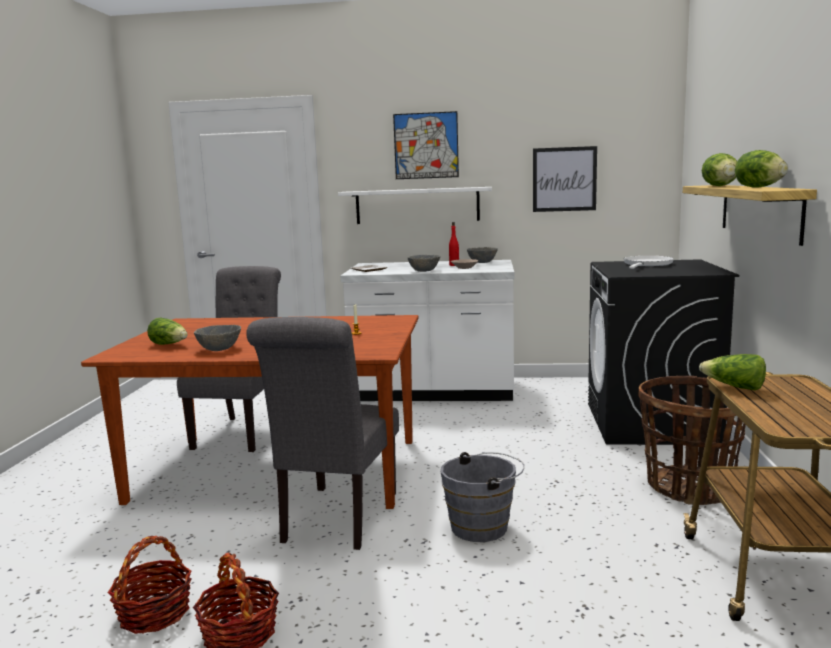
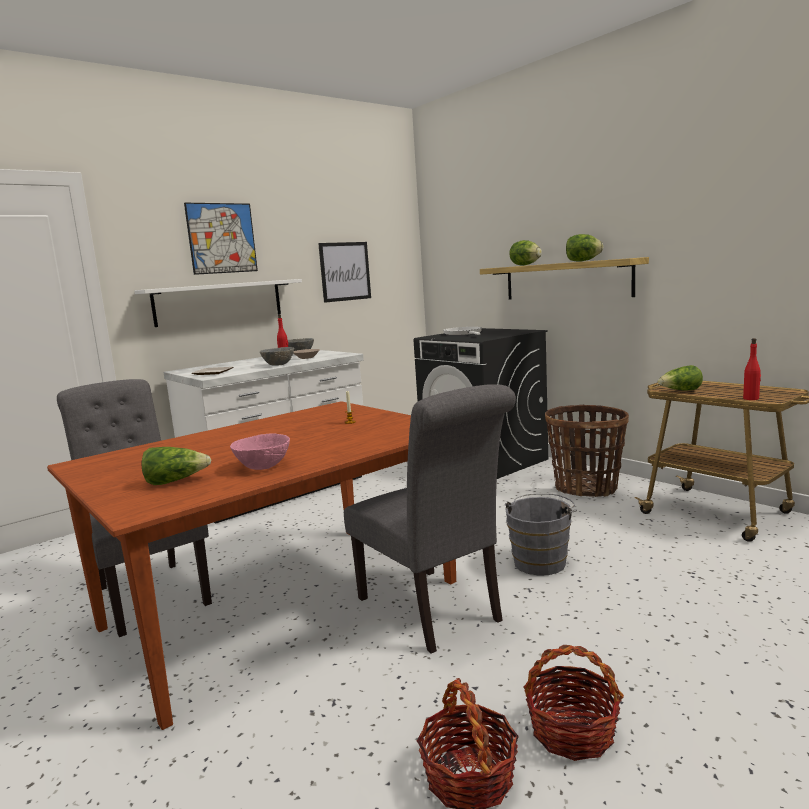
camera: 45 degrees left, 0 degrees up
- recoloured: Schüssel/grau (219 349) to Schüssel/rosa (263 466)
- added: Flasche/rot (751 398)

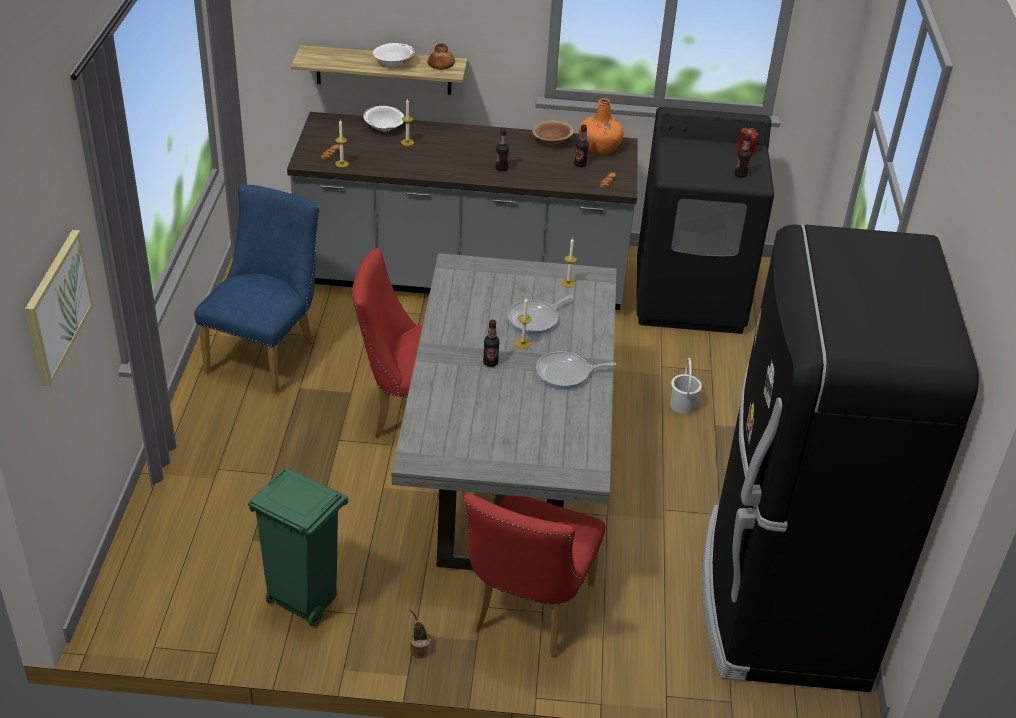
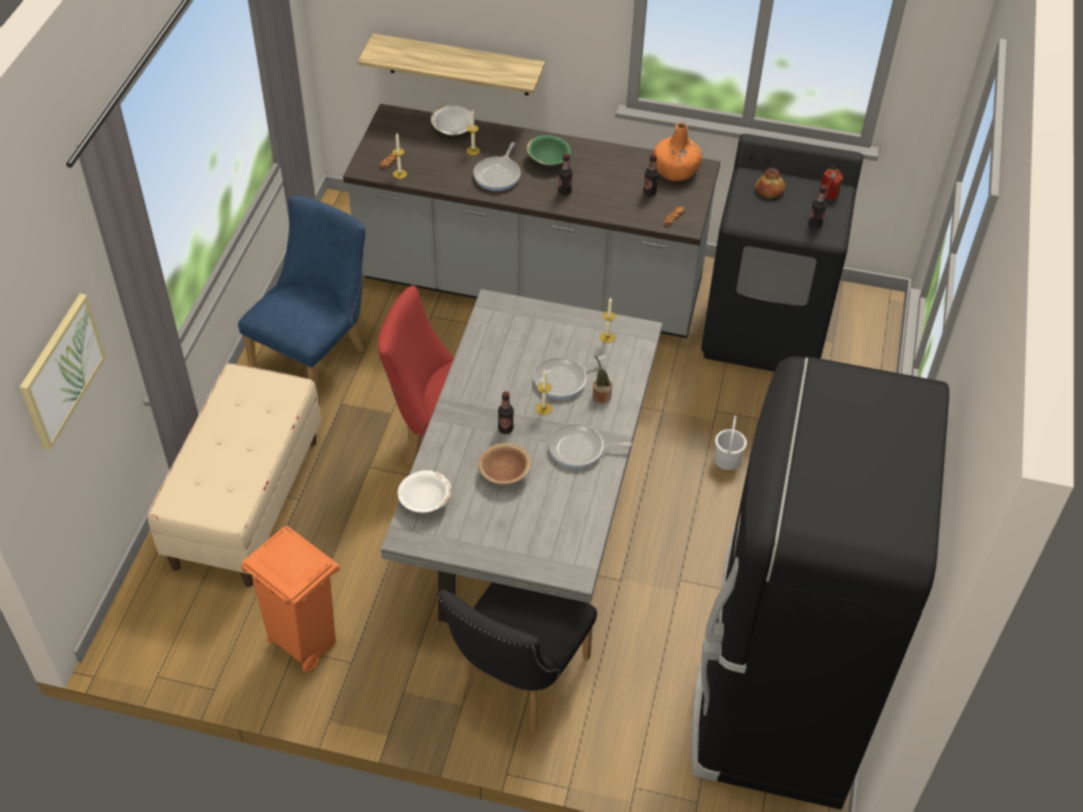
camera: 10 degrees right, 10 degrees up
- added: Bank/beige (246 502)
- recoloured: Mülleimer/grün (303 601) to Mülleimer/orange (303 643)
- moved: Schüssel/weiß (393 63) to (425 500)
- recoloured: Stuhl/rot (527 613) to Stuhl/schwarz (516 681)
- added: Pfanne (498 175)
- moved: Schüssel/braun (552 141) to (504 472)
- added: Schüssel/grün (548 160)
- moved: Topfpflanze (419 649) to (600 395)
- moved: Brot (441 65) to (770 190)

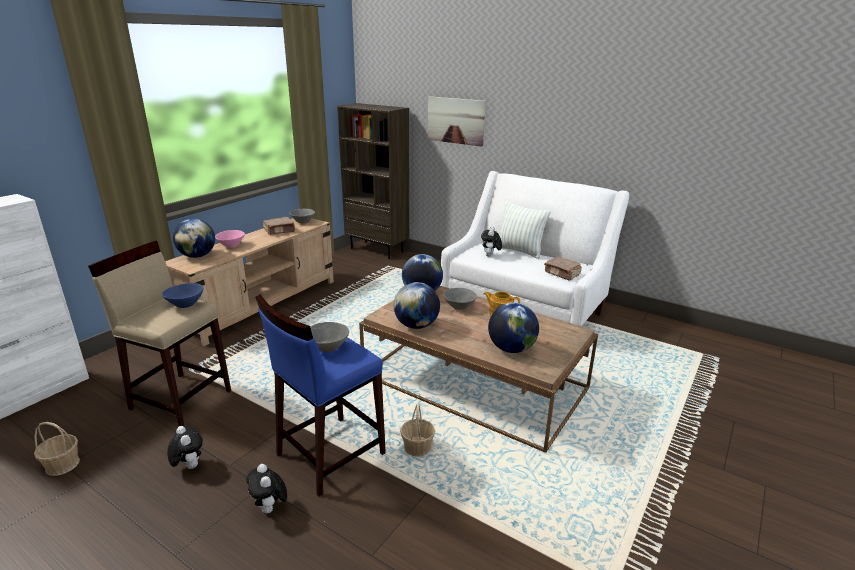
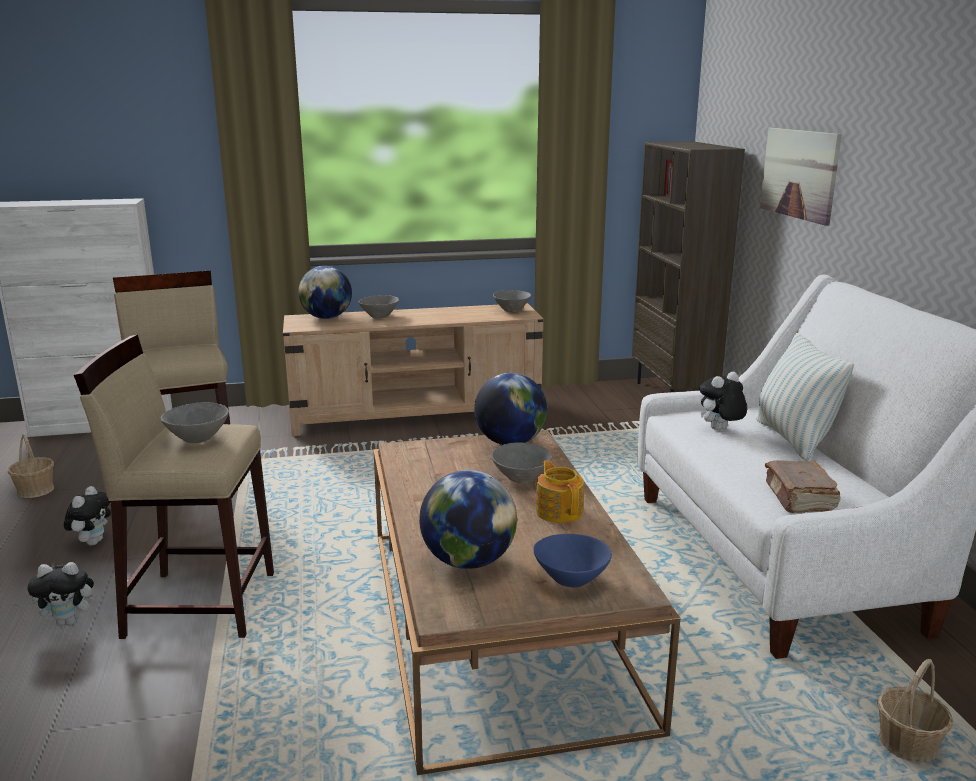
camera: 45 degrees right, 5 degrees down
- turned: Plüschtier (270 509) = (70 621) 120 degrees counterclockwise
- recoloured: Hocker/blau (329 454) to Hocker/beige (200 603)
- recoloured: Schüssel/rosa (231 246) to Schüssel/grau (378 316)
- moved: Schüssel/blau (185 304) to (570 579)
- moved: Korb (418 447) to (908 744)
- removed: Buch/braun (280 231)
- removed: Globus (416 325)

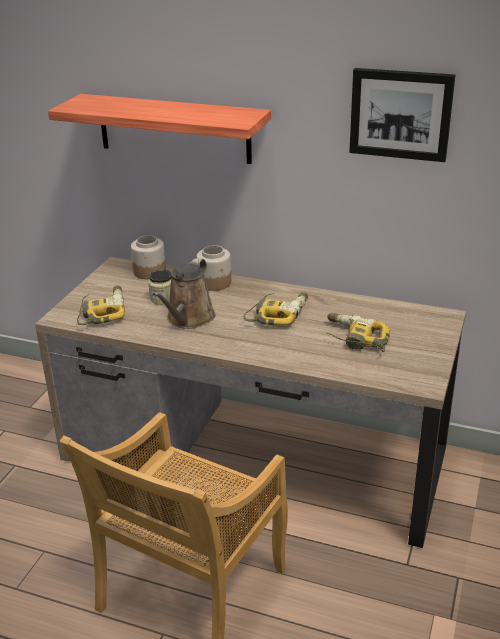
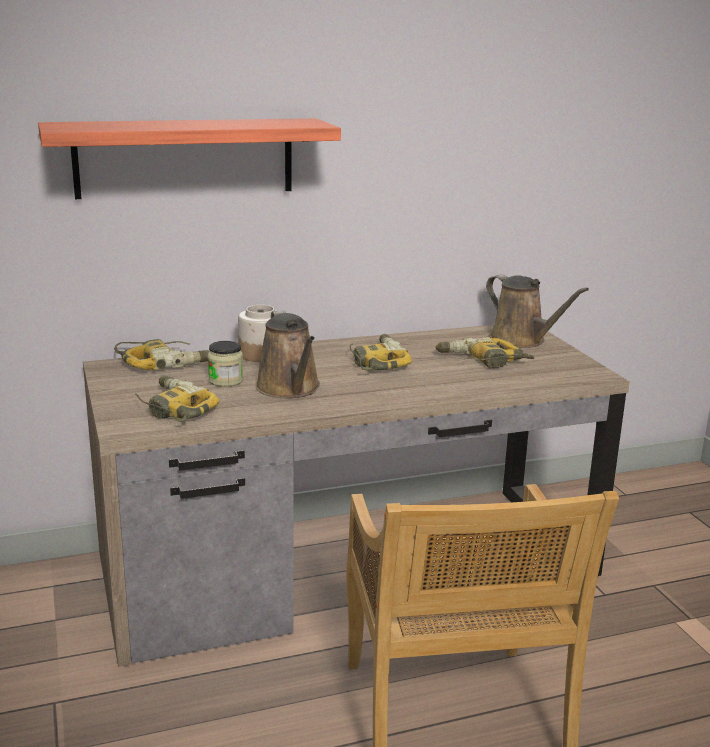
camera: 40 degrees left, 10 degrees down
- replaced: Vorratsglas (150 271) to Bohrmaschine (164 362)
- added: Gießkanne/braun (521 340)
- removed: Bild (400 114)

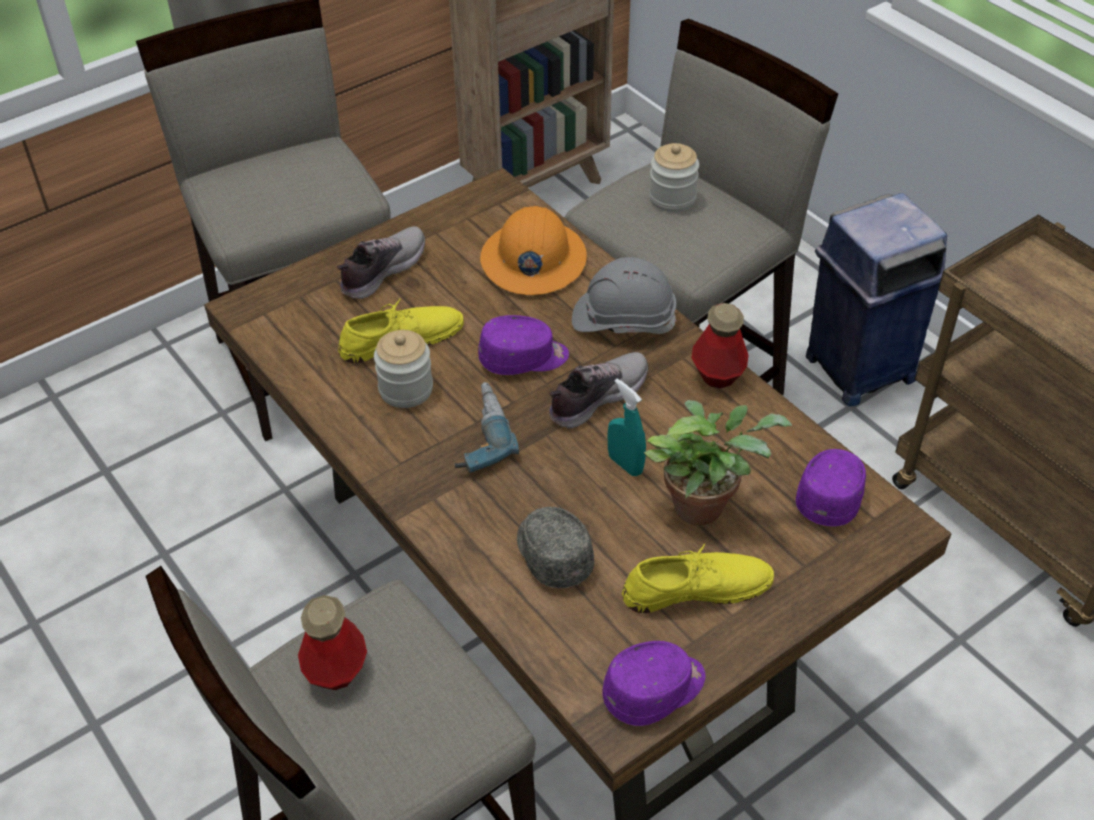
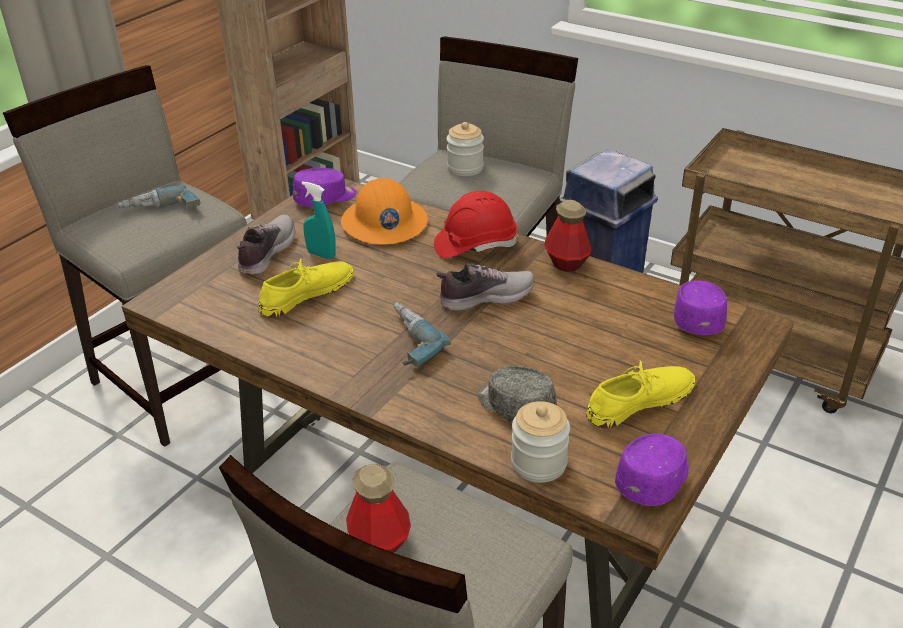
camera: 20 degrees left, 10 degrees down
- added: Bohrmaschine (160 212)
- moved: Kappe/lila (524 358) to (325 199)
- moved: Sprühflasche/türkis (625 464) to (321 255)
- recoloured: Schutzhelm/grau (623 319) to Schutzhelm/rot (475 244)
- turned: Schuh (596 397) = (485 297) 45 degrees clockwise
- moved: Vorratsglas (406 389) to (538 463)
- removed: Topfpflanze (704 504)

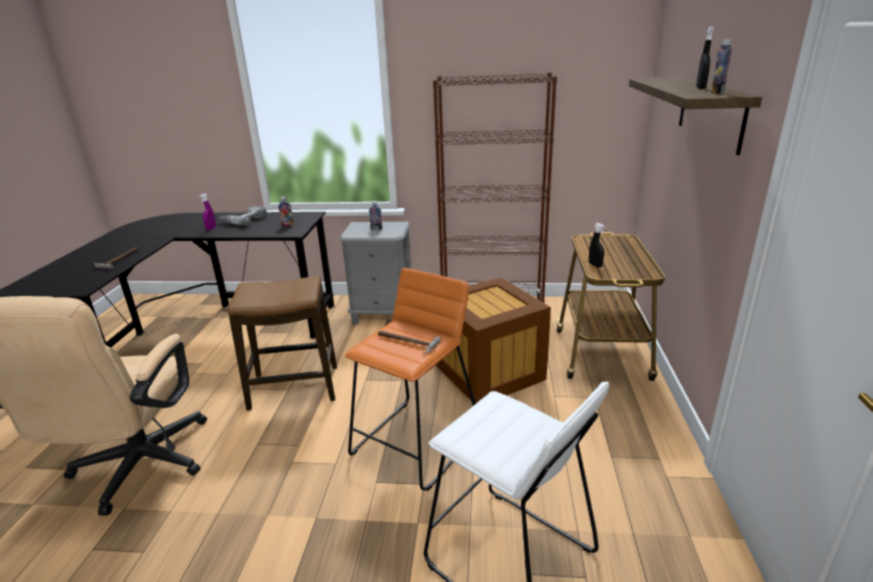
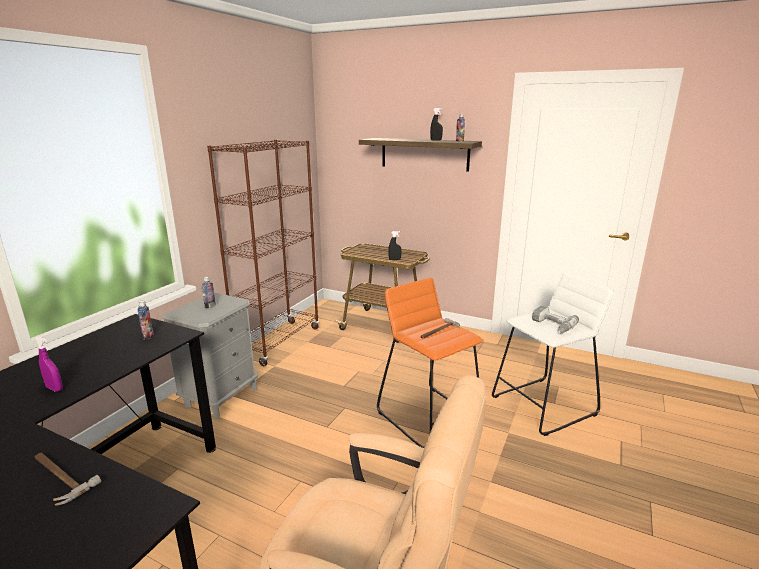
camera: 70 degrees left, 5 degrees down
- moved: Bohrmaschine (244 220) to (551 325)
- removed: Hocker (294 388)
- removed: Kiste (489 372)

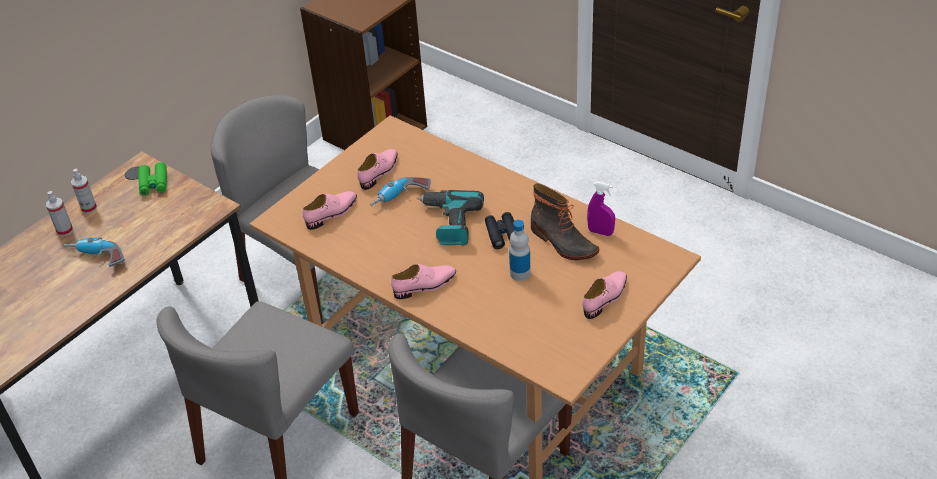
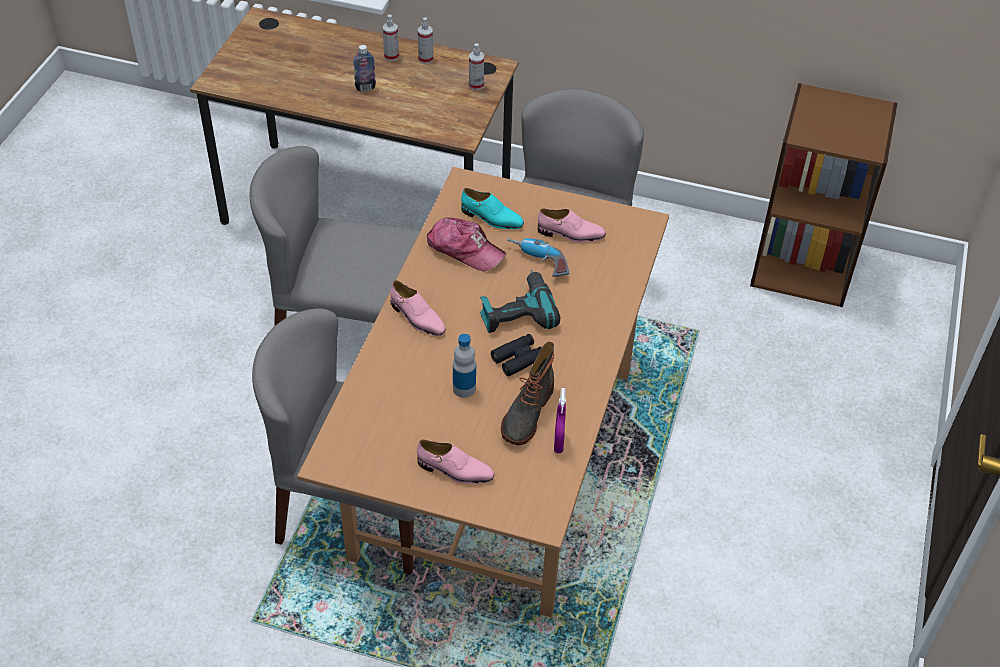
camera: 65 degrees right, 5 degrees up
- replaced: Bohrmaschine (96 258) to Flasche (365 87)
- added: Kappe (465 249)
- recoloured: Schuh/rosa (332 213) to Schuh/türkis (492 218)
- replaced: Fernglas/grün (154 183) to Sprühflasche (476 85)

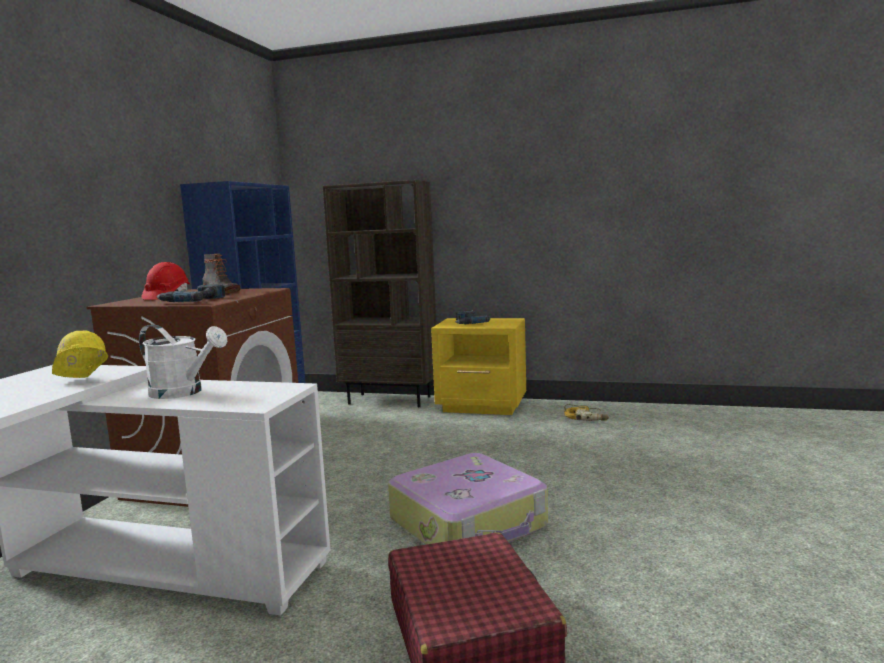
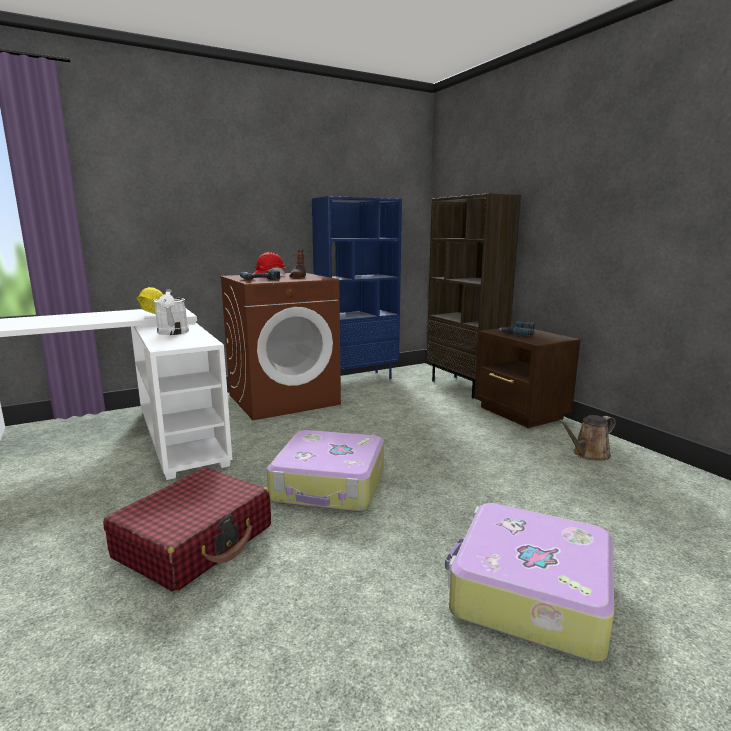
camera: 45 degrees right, 5 degrees up
- added: Koffer (528 593)
- recoloured: Nachttisch/gelb (483 406) to Nachttisch/braun (520 413)
- replaced: Bohrmaschine (585 418) to Gießkanne/braun (588 454)

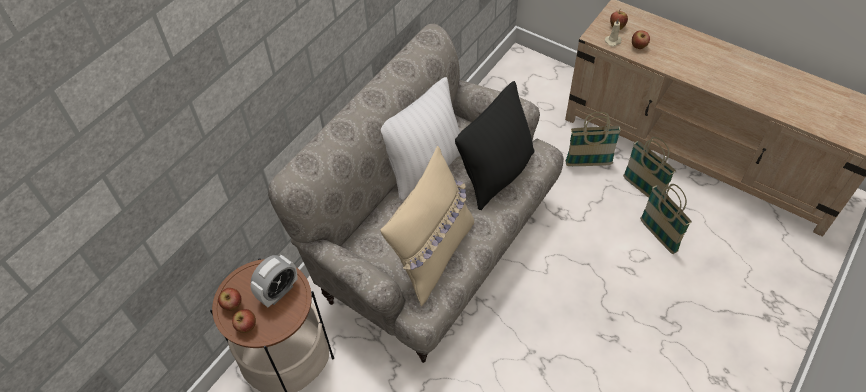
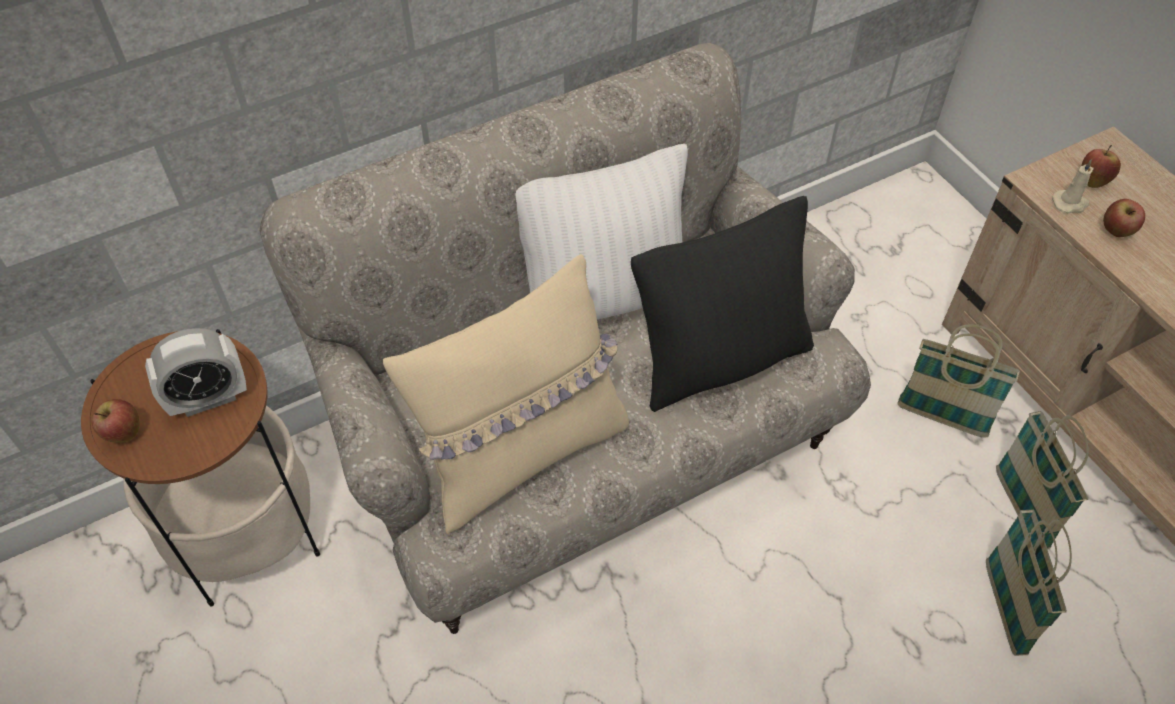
camera: 25 degrees right, 0 degrees up
- removed: Apfel (232 305)

